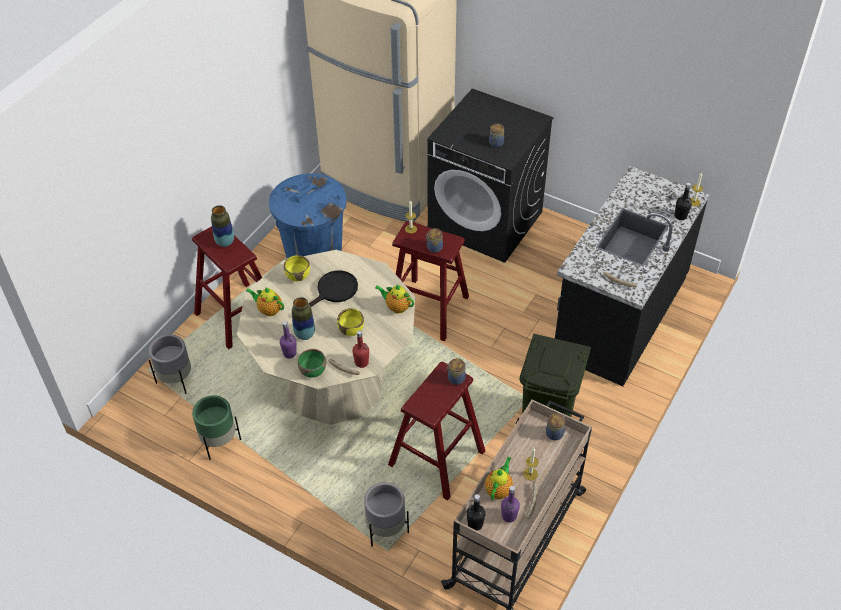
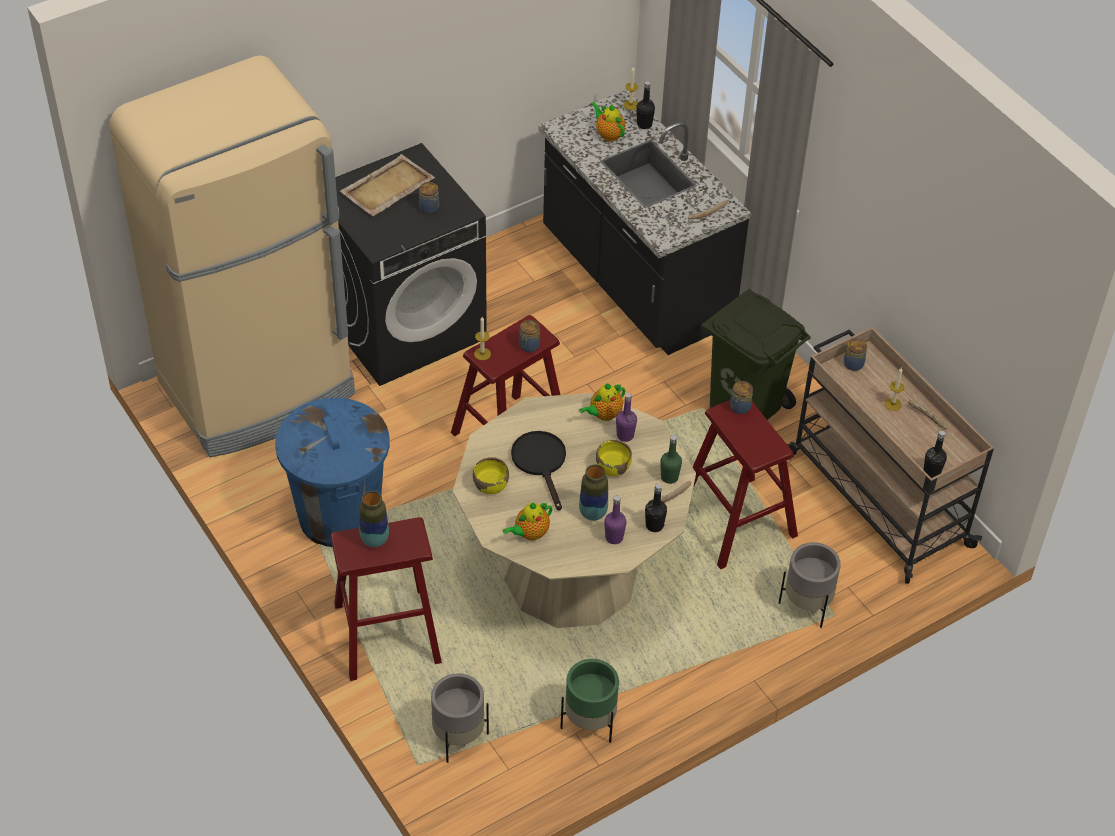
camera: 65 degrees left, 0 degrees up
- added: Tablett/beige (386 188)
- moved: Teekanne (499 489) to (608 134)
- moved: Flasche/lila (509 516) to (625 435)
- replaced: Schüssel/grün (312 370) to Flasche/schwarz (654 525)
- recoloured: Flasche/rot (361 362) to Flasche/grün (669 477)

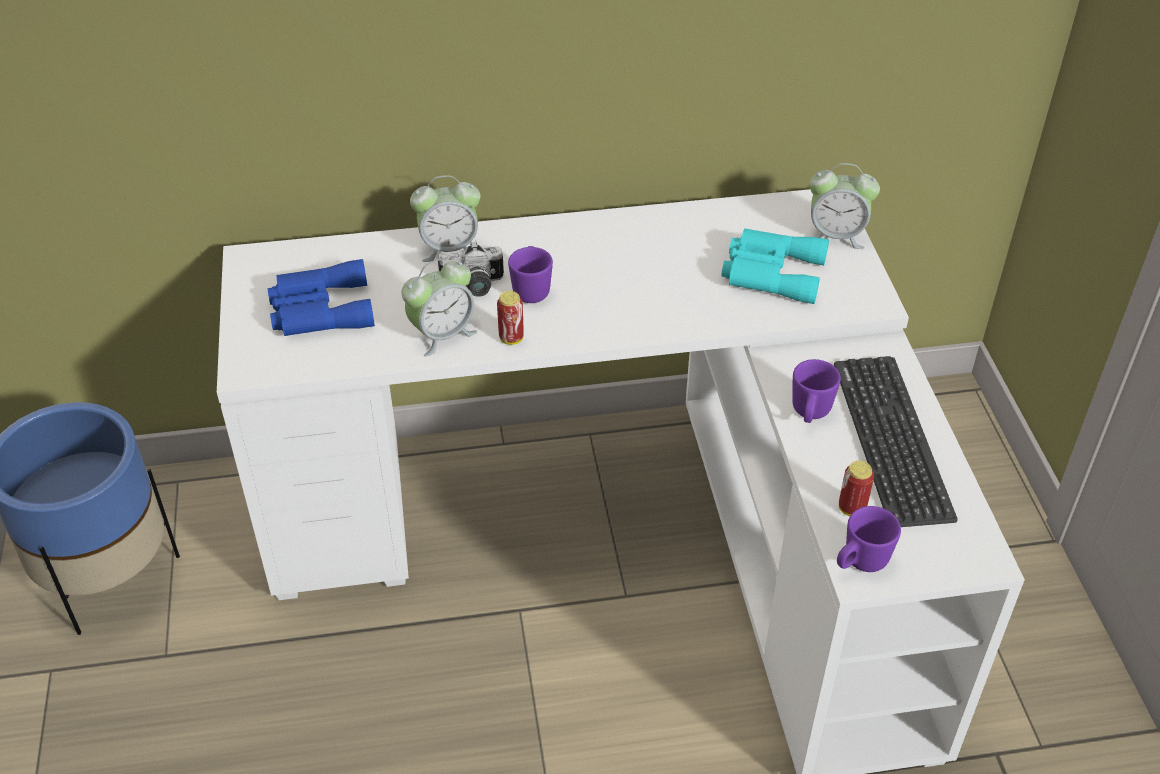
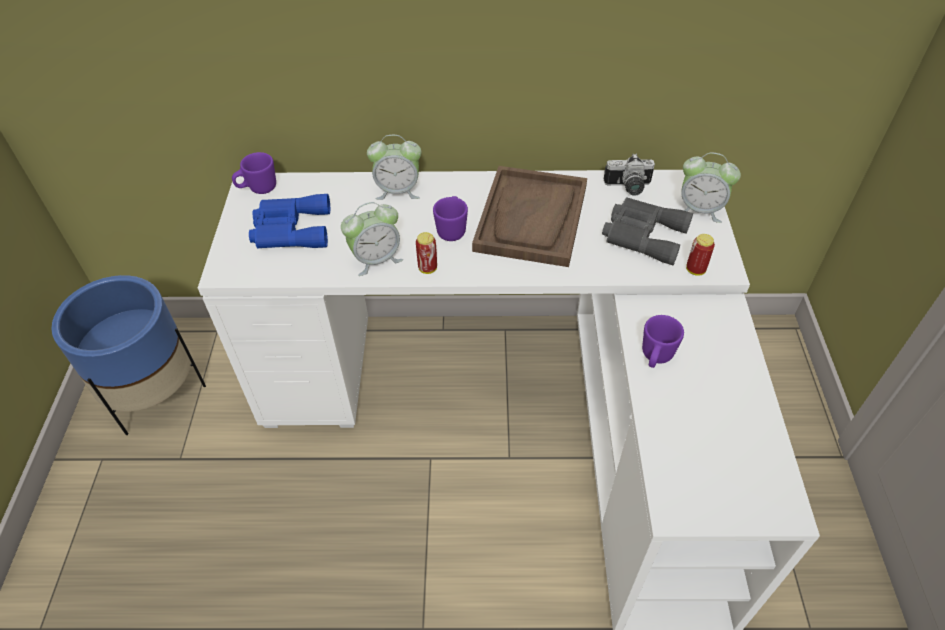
camera: 10 degrees right, 5 degrees up
- moved: Henkelbecher/lila (860 562) to (258 189)
- added: Tablett/braun (531 218)
- recoloured: Fernglas/türkis (770 272) to Fernglas/grau (642 234)
- moved: Kamera (473 286) to (628 188)
- moved: Dose (851 509) to (695 270)
- removed: Tastatur (891 440)

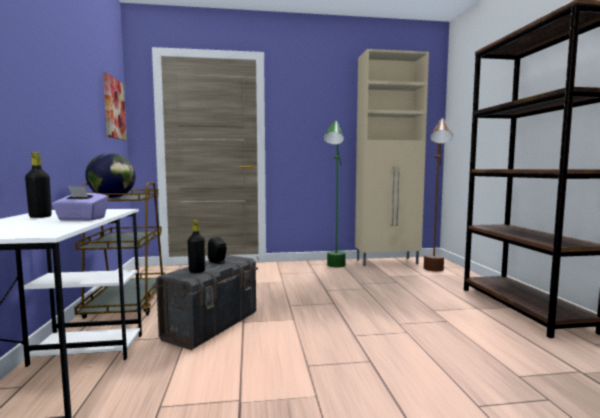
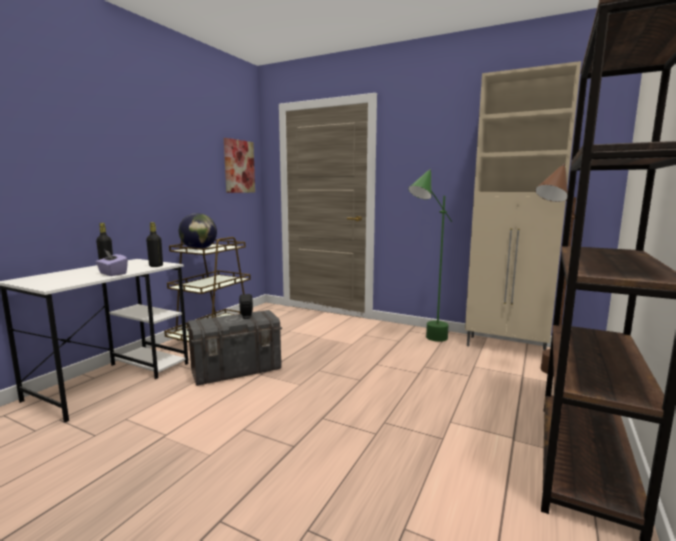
camera: 35 degrees right, 5 degrees up
- moved: Flasche/schwarz (197 271) to (156 266)

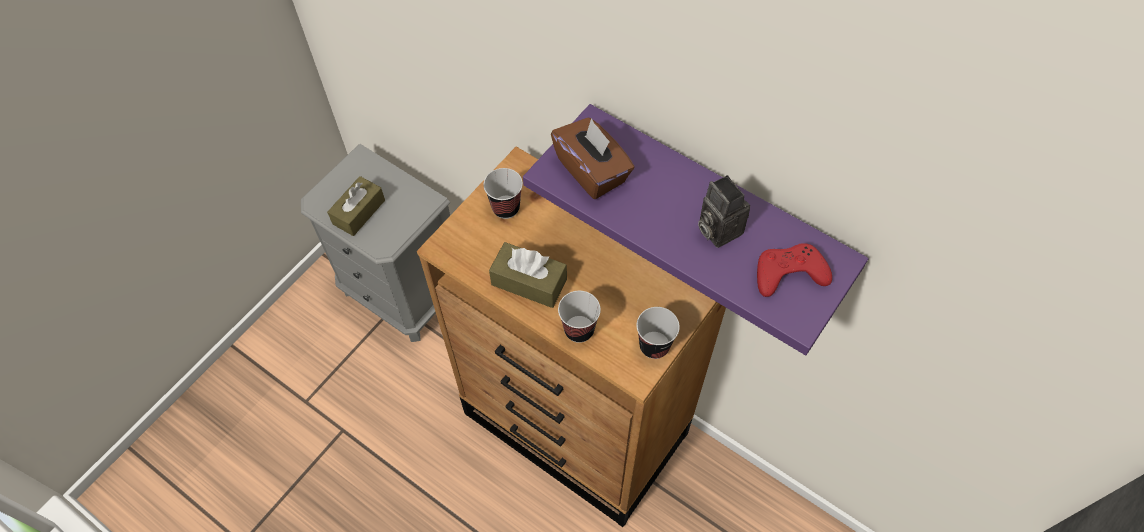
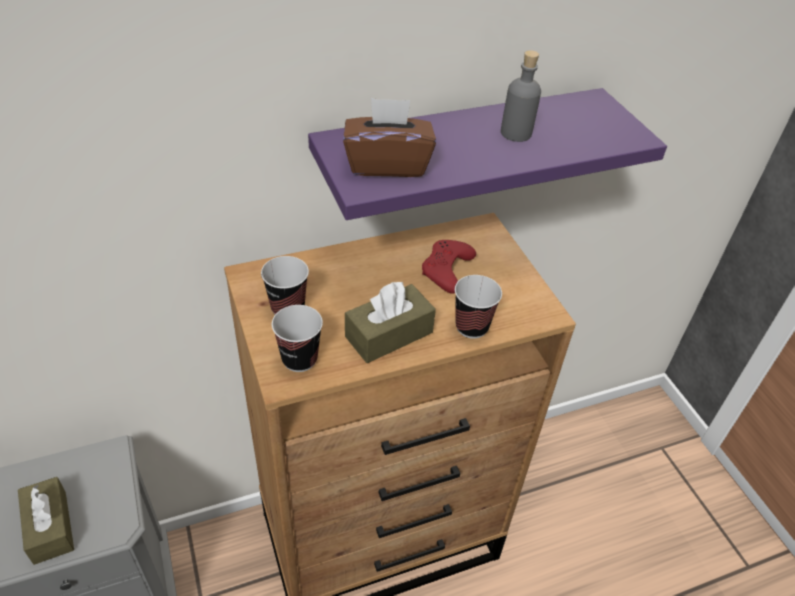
camera: 60 degrees left, 15 degrees down
- moved: Tasse (654 346) to (299 359)
- moved: Gamepad/rot (789 273) to (446 269)
- replaced: Kamera (716 228) to Flasche/grau (516 133)

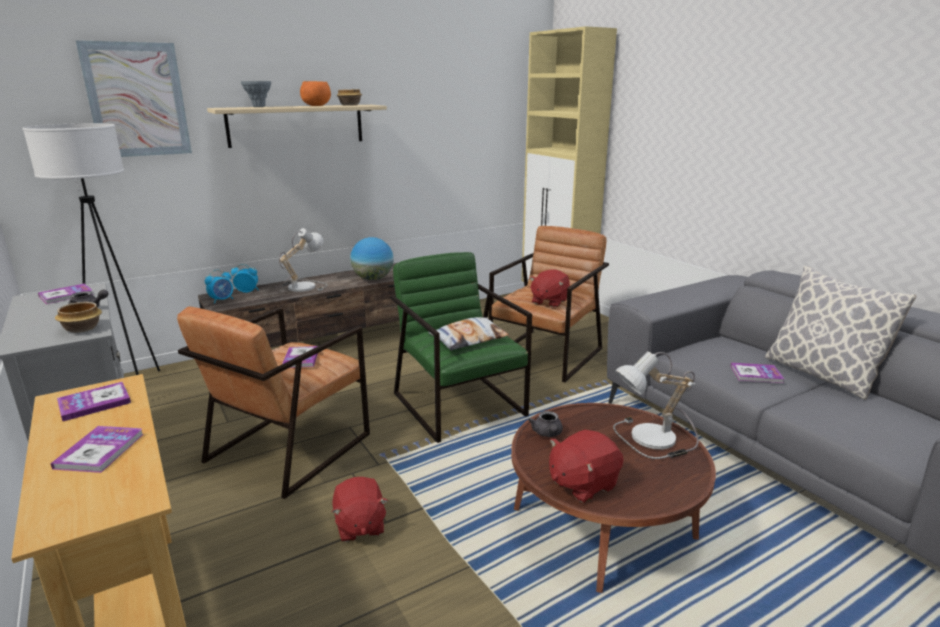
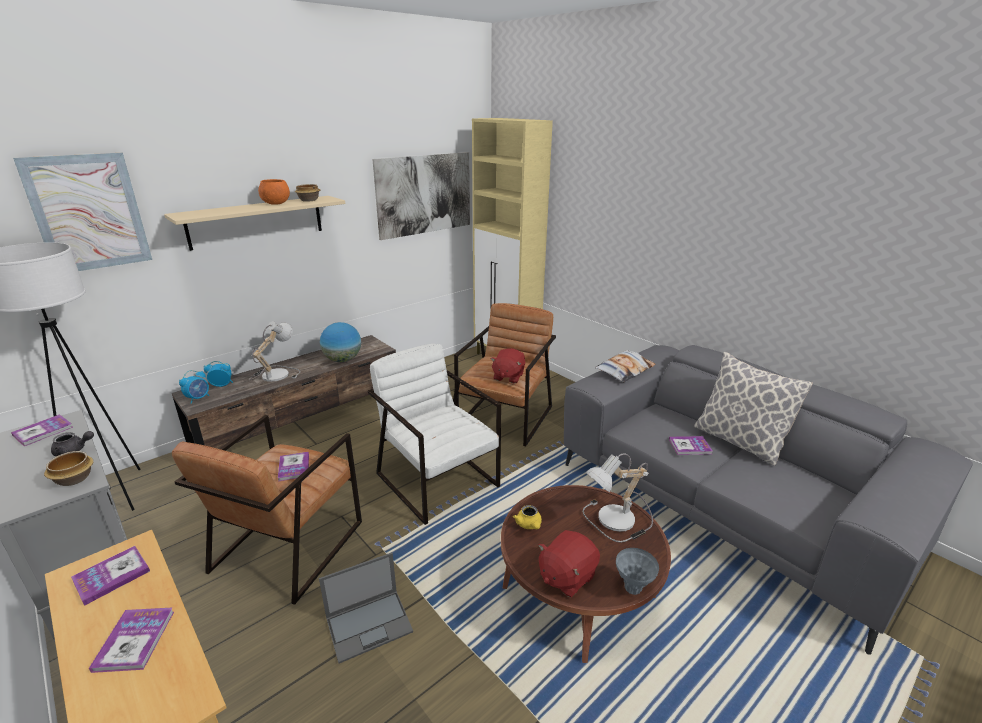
camera: 10 degrees left, 5 degrees up
- replaced: Plüschtier/rot (359 525) to Laptop (370 624)
- recoloured: Sessel/grün (459 404) to Sessel/weiß (437 479)
- added: Bild (424 194)
- recoloured: Teekanne/grau (547 434) to Teekanne/gelb (529 525)
- moved: Kissen (469 339) to (624 370)
- moved: Vase/grau (259 107) to (633 588)

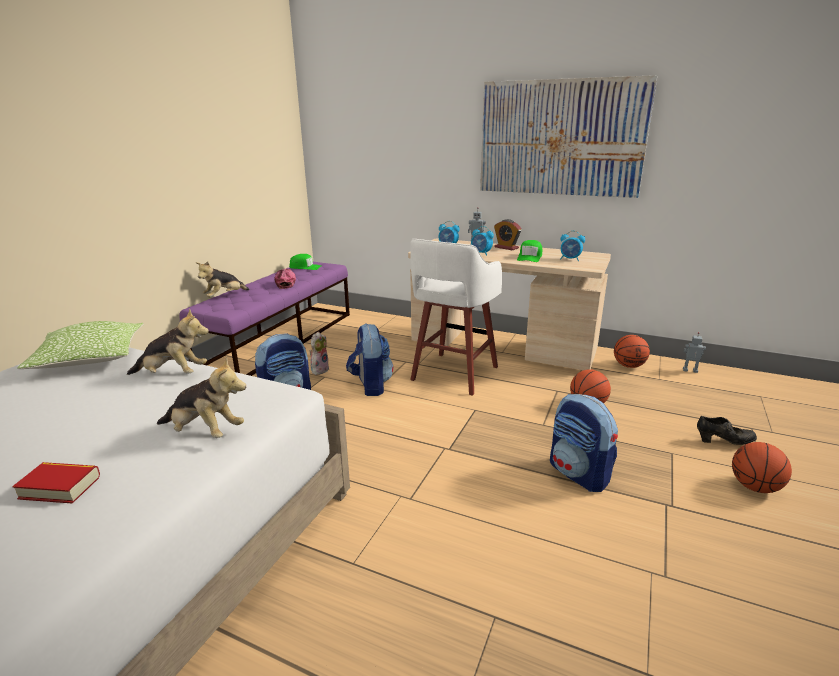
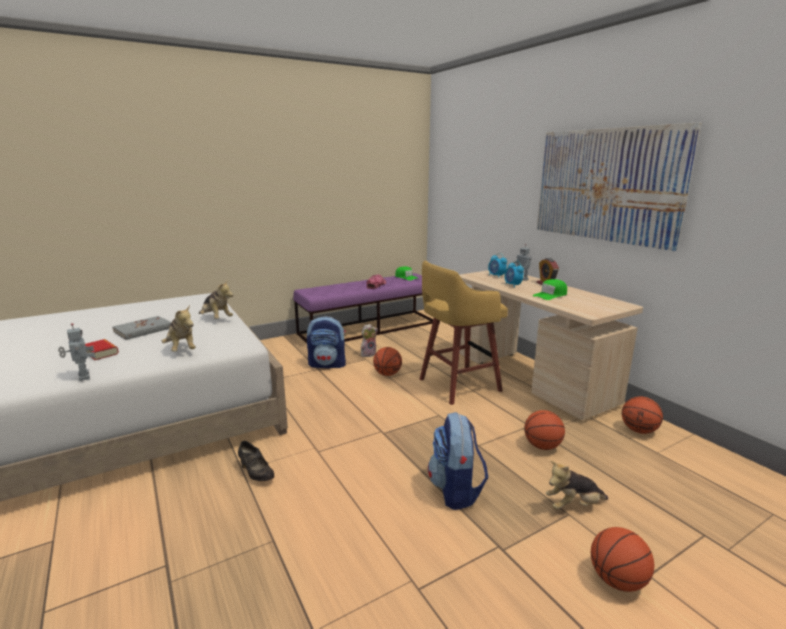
camera: 35 degrees right, 5 degrees down
- moved: Spielzeugroboter (690 371) to (83 377)
- added: Buch/grau (143 330)
- moved: Schuh/schwarz (723 441) to (256 473)
- replaced: Rucksack (370 385) to Basketball (387 374)
- recoloured: Hocker/weiß (453 374) to Hocker/gelb (457 385)
- moved: Plüschtier (224 296) to (573 505)
- removed: Kissen (90 358)
- removed: Wecker (570 259)

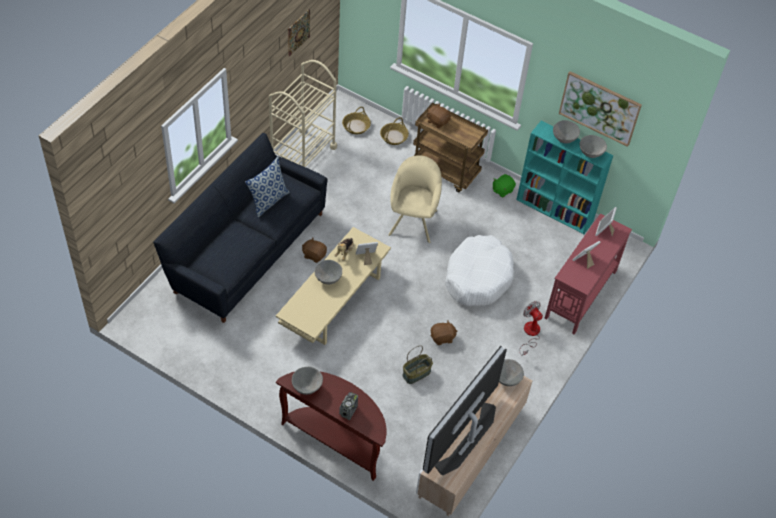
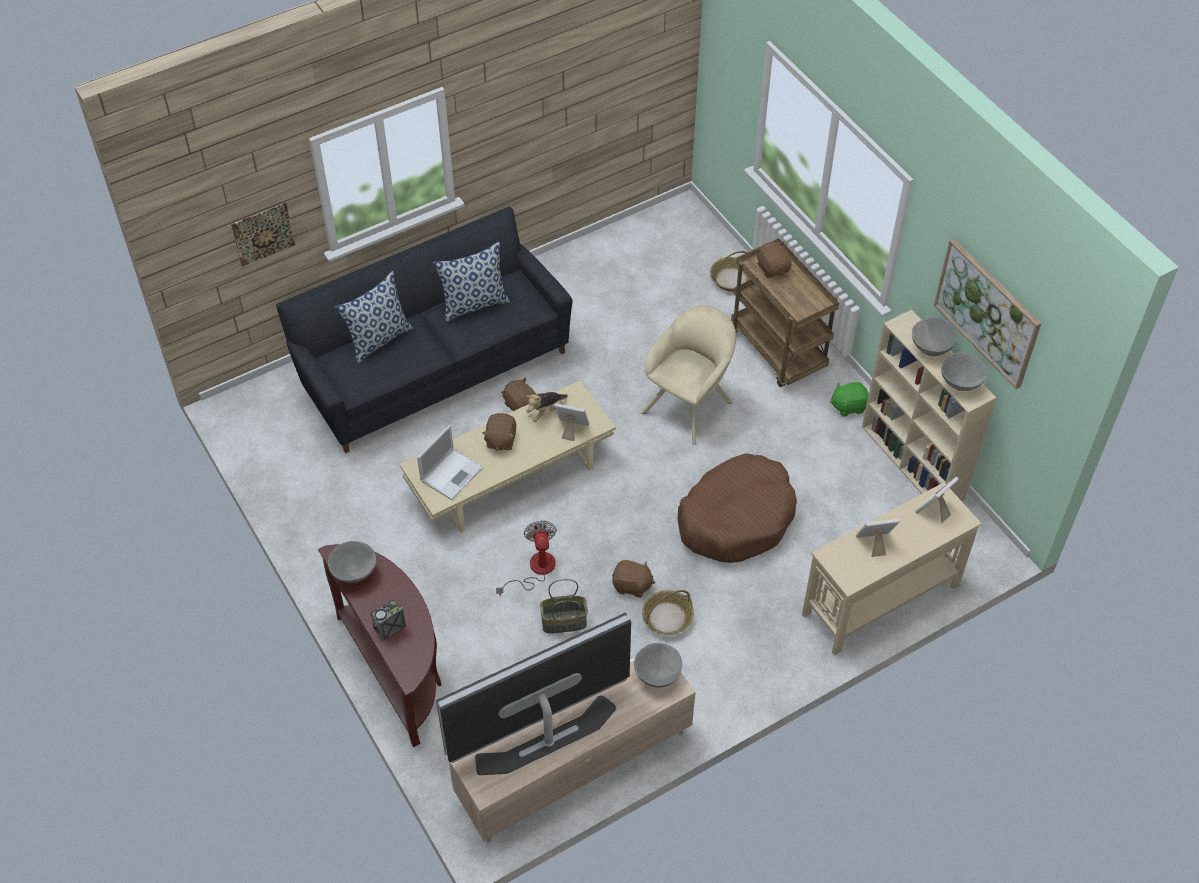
camera: 30 degrees right, 0 degrees up
- moved: Bild (298 32) to (263 234)
- added: Kissen (379 339)
- added: Laptop (452 473)
- replaced: Schüssel/grau (328 279) to Plüschtier/braun (500 440)
- moved: Ventilator (530 334) to (535 570)
- moved: Korb (356 126) to (667 618)
- recoloured: Hundebett/weiß (477 277) to Hundebett/braun (736 518)
- recoloured: Konsolentisch/rot (580 294) to Konsolentisch/beige (879 600)
- recoloured: Bücherregal/türkis (555 211) to Bücherregal/beige (913 463)
- removed: Rollwagen/beige (303 155)

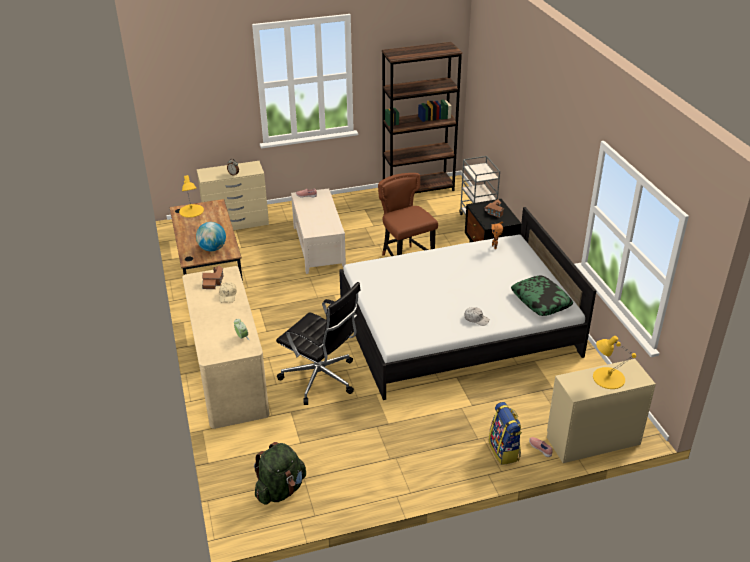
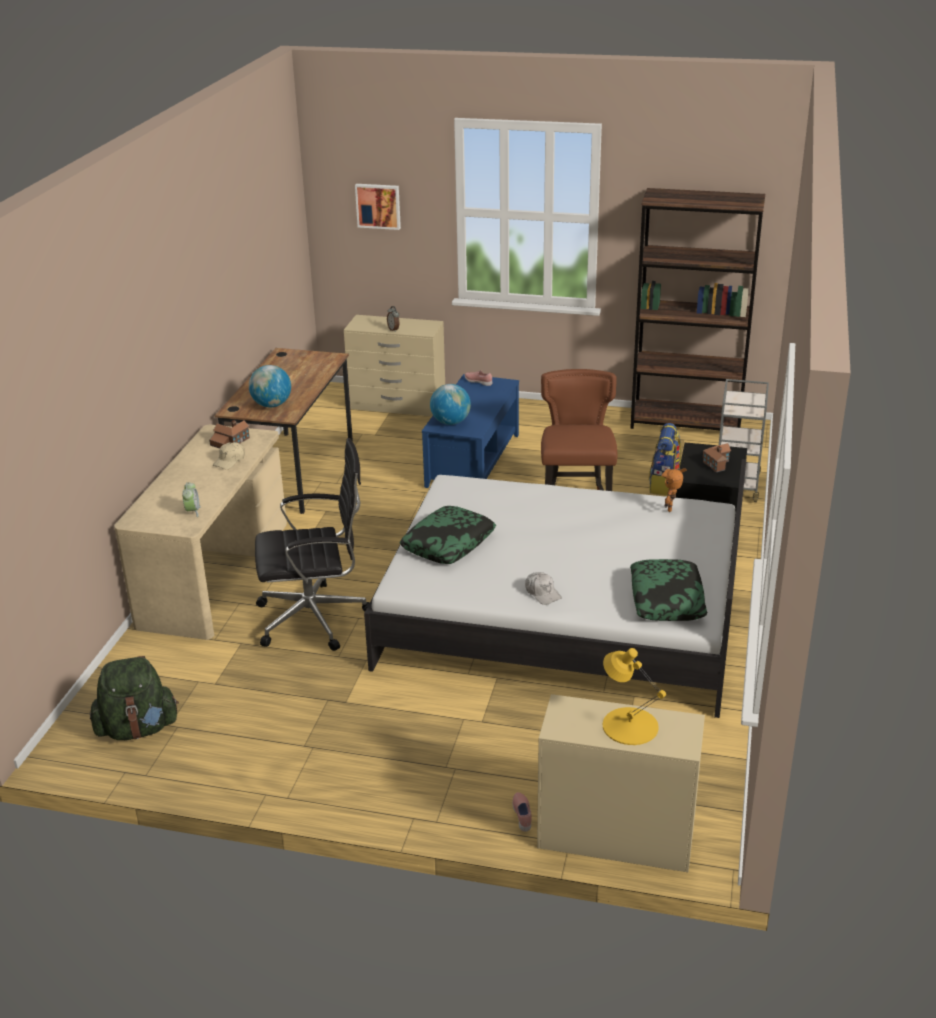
camera: 30 degrees right, 5 degrees down
- turned: Bürostuhl/schwarz (321 379) = (316 618) 75 degrees counterclockwise
- added: Bild (378 206)
- added: Kissen (448 543)
- recoloured: Couchtisch/beige (319 247) to Couchtisch/blau (473 460)
- added: Globus (450 422)
- moved: Rucksack (504 451) to (664 485)
- removed: Tischlampe/gelb (191 211)

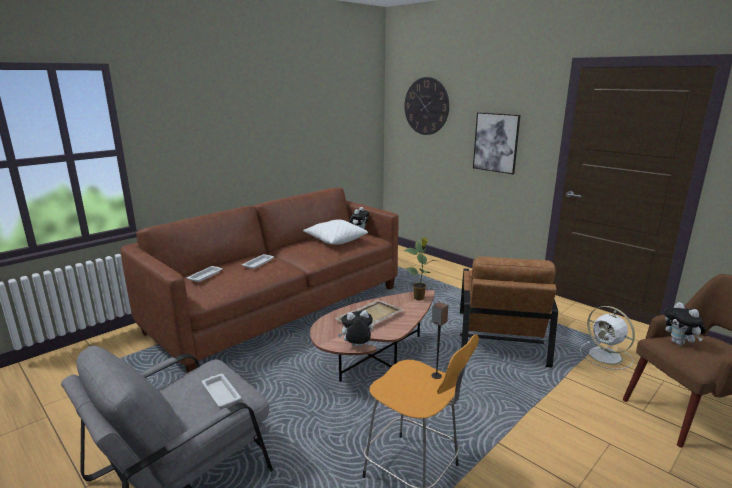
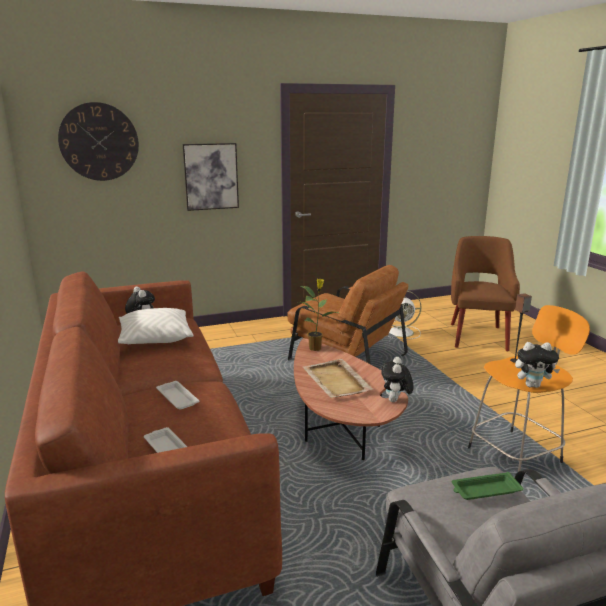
camera: 65 degrees left, 0 degrees up
- recoloured: Tablett/weiß (220 393) to Tablett/grün (484 490)
- moved: Plüschtier (680 343) to (532 385)

